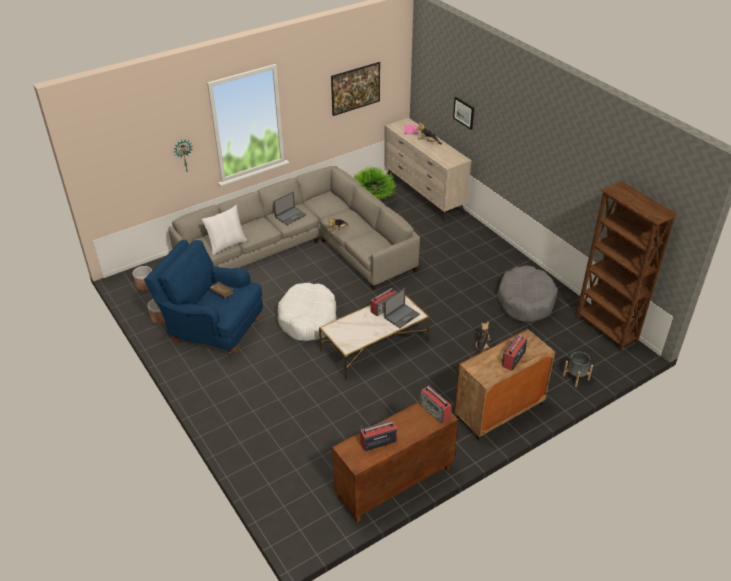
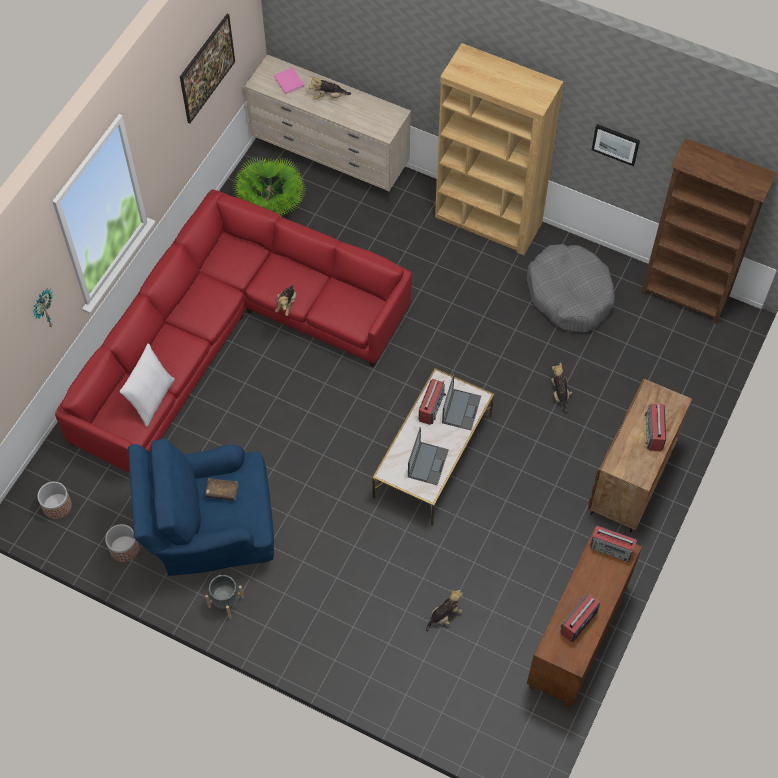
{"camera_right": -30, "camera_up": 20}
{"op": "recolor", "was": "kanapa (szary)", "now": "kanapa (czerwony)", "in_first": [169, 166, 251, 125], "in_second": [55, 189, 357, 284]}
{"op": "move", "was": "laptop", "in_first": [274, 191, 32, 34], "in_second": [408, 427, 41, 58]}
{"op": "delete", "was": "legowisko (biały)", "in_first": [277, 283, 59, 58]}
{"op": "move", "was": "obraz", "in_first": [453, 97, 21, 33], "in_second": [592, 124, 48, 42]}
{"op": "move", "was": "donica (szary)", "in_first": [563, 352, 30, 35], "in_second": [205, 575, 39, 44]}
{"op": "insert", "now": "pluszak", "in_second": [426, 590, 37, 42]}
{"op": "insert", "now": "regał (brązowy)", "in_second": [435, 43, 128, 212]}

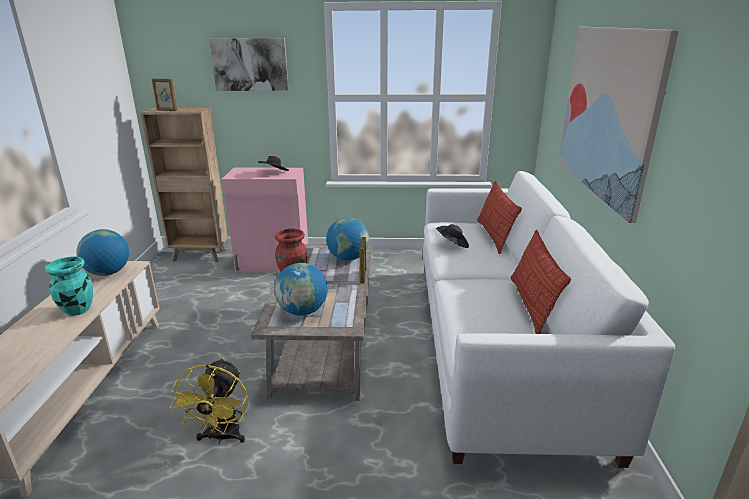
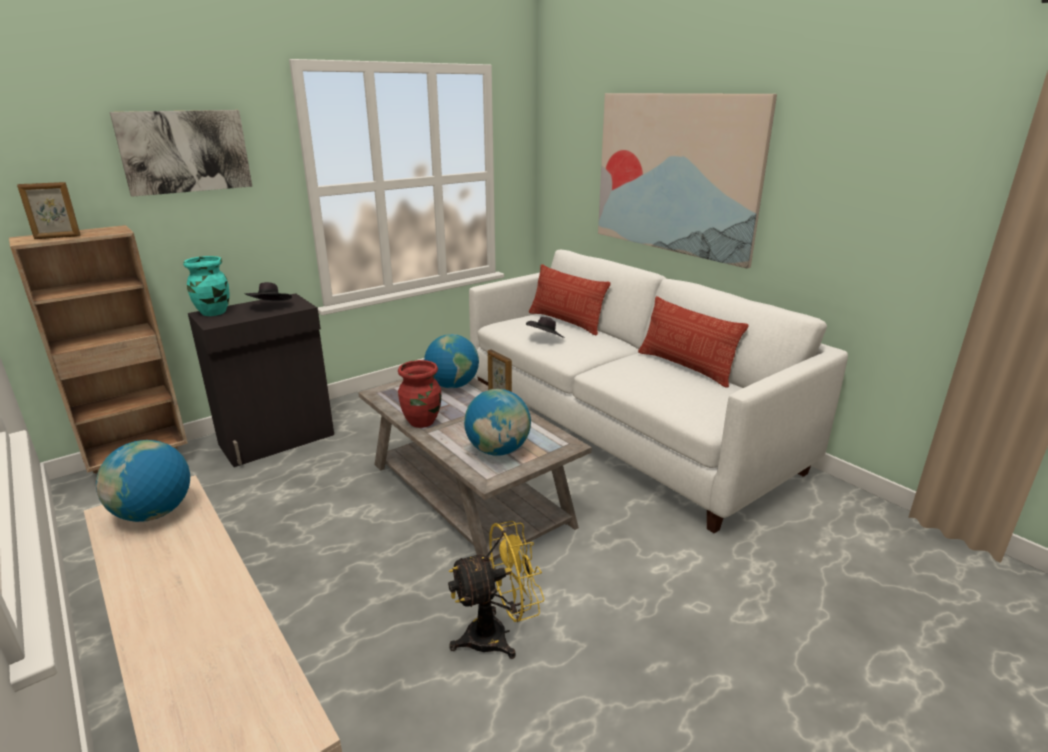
{"camera_right": -40, "camera_up": 0}
{"op": "move", "was": "wazon (turkusowy)", "in_first": [45, 256, 48, 60], "in_second": [183, 256, 46, 60]}
{"op": "rotate", "was": "wentylator (żółty)", "in_first": [170, 358, 78, 86], "in_second": [448, 521, 97, 138], "clockwise": -75}
{"op": "recolor", "was": "szafka (różowy)", "now": "szafka (czarny)", "in_first": [221, 168, 87, 104], "in_second": [188, 293, 146, 174]}

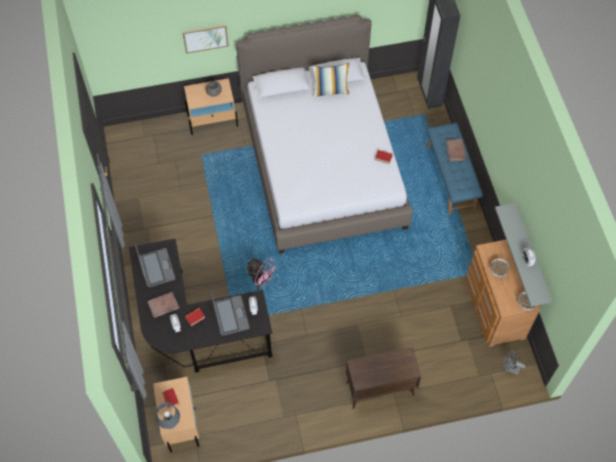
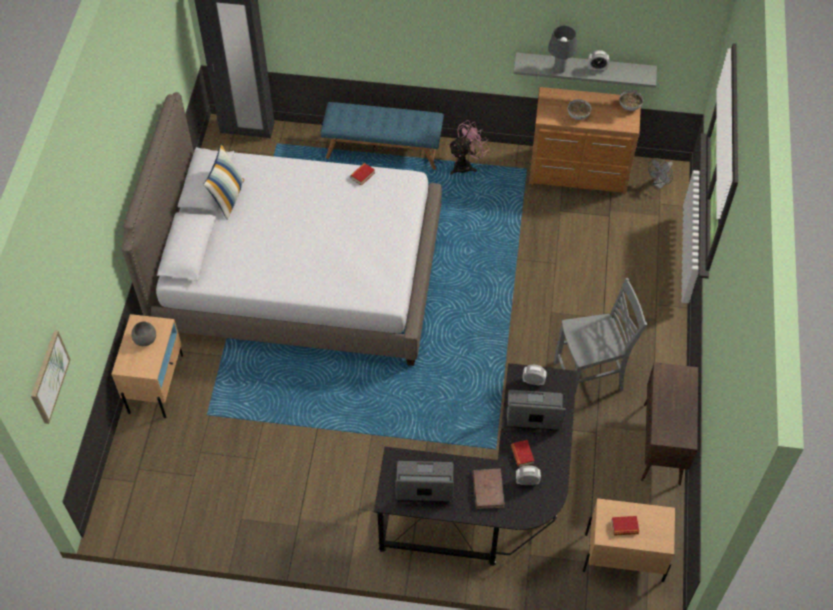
{"camera_right": -70, "camera_up": -5}
{"op": "move", "was": "lampa stołowa (szary)", "in_first": [156, 402, 24, 27], "in_second": [548, 25, 29, 48]}
{"op": "move", "was": "obraz", "in_first": [182, 24, 47, 30], "in_second": [31, 330, 40, 94]}
{"op": "move", "was": "wentylator (różowy)", "in_first": [246, 258, 32, 32], "in_second": [448, 120, 41, 55]}
{"op": "move", "was": "szafka (brązowy)", "in_first": [346, 347, 75, 62], "in_second": [641, 362, 57, 124]}
{"op": "delete", "was": "książka (brązowy)", "in_first": [446, 139, 20, 23]}
{"op": "insert", "now": "krzesło (szary)", "in_second": [554, 278, 93, 116]}

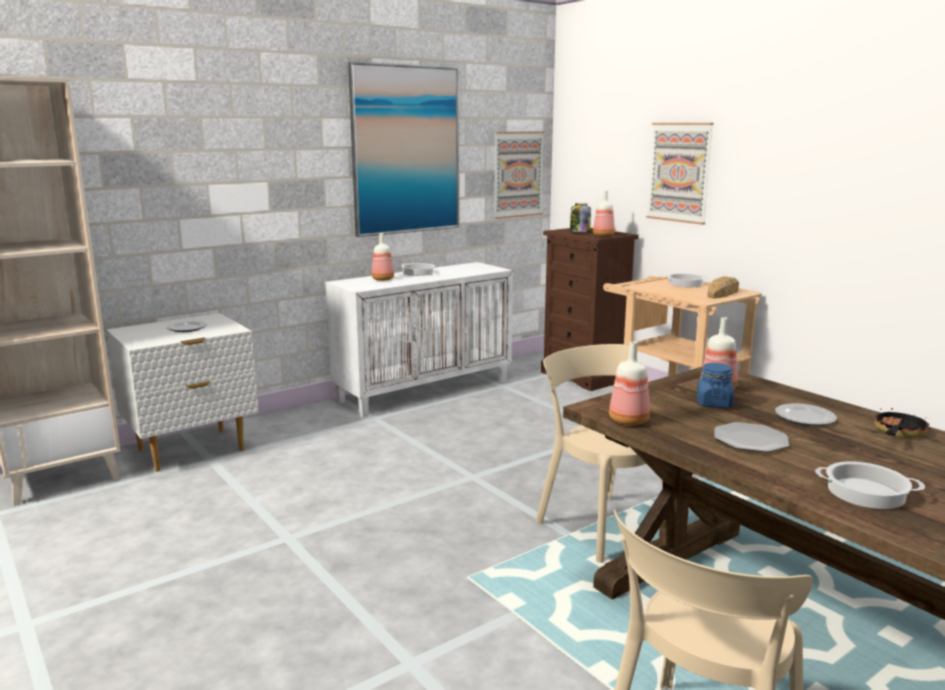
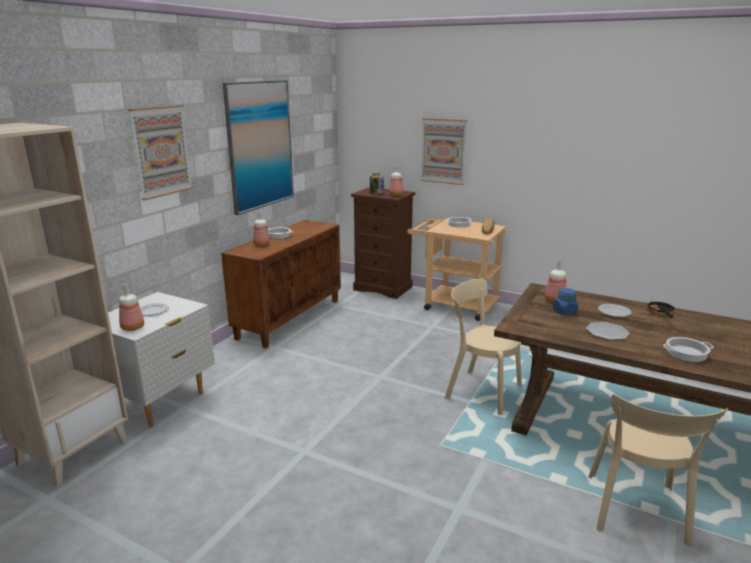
{"camera_right": -25, "camera_up": 5}
{"op": "recolor", "was": "szafka (biały)", "now": "szafka (brązowy)", "in_first": [325, 262, 188, 156], "in_second": [221, 220, 120, 128]}
{"op": "move", "was": "obraz", "in_first": [493, 131, 52, 88], "in_second": [128, 105, 65, 95]}
{"op": "move", "was": "butelka", "in_first": [609, 341, 41, 85], "in_second": [119, 284, 25, 47]}

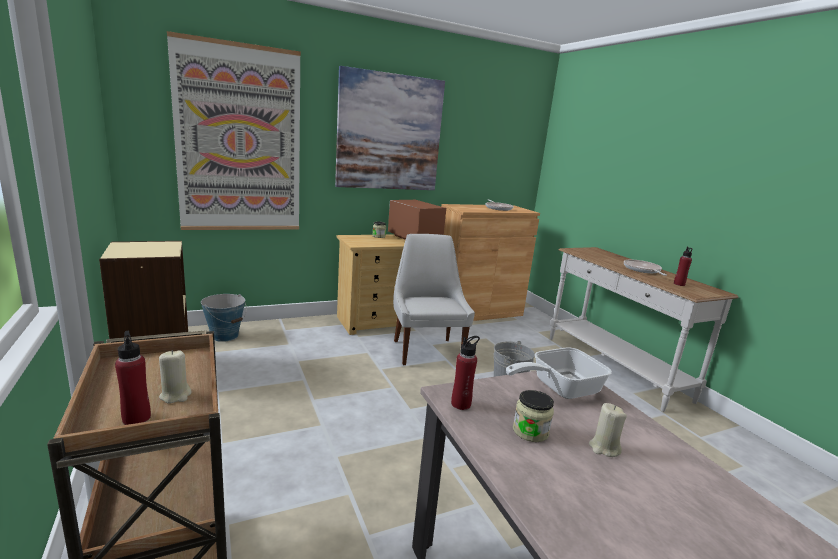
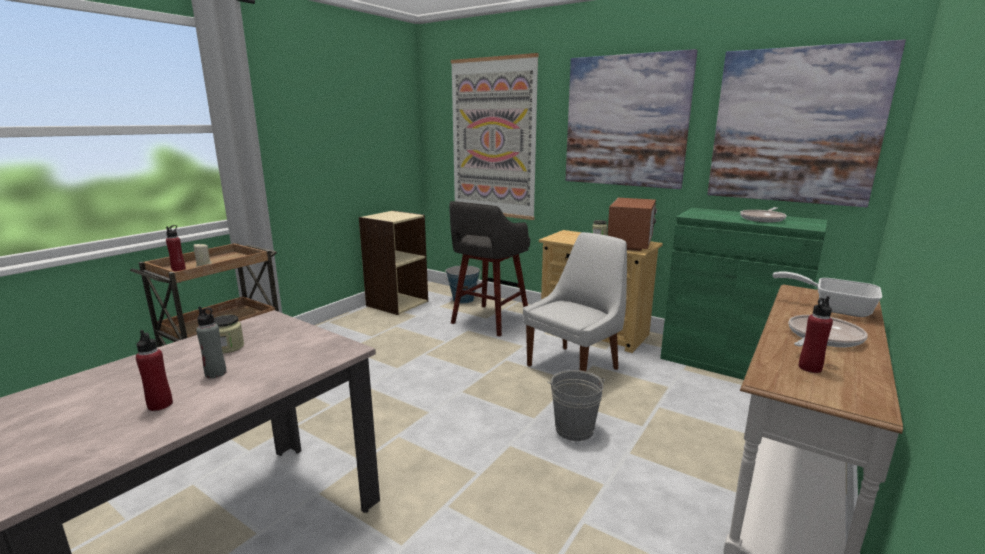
{"camera_right": 60, "camera_up": 0}
{"op": "recolor", "was": "szafka (brązowy)", "now": "szafka (zielony)", "in_first": [441, 204, 99, 117], "in_second": [660, 208, 168, 172]}
{"op": "move", "was": "butelka (czerwony)", "in_first": [451, 336, 29, 74], "in_second": [136, 330, 37, 81]}
{"op": "move", "was": "patelnia", "in_first": [506, 347, 106, 52], "in_second": [772, 271, 110, 46]}
{"op": "replace", "was": "świeca (beżowy)", "now": "butelka (szary)", "in_first": [589, 403, 38, 54], "in_second": [196, 307, 30, 71]}
{"op": "insert", "now": "stołek (szary)", "in_second": [449, 201, 81, 135]}
{"op": "insert", "now": "obraz", "in_second": [707, 40, 199, 167]}

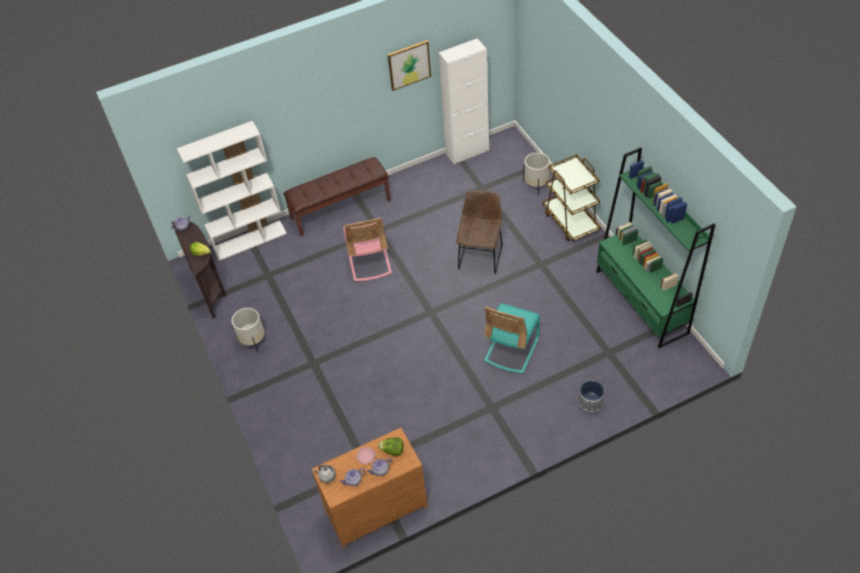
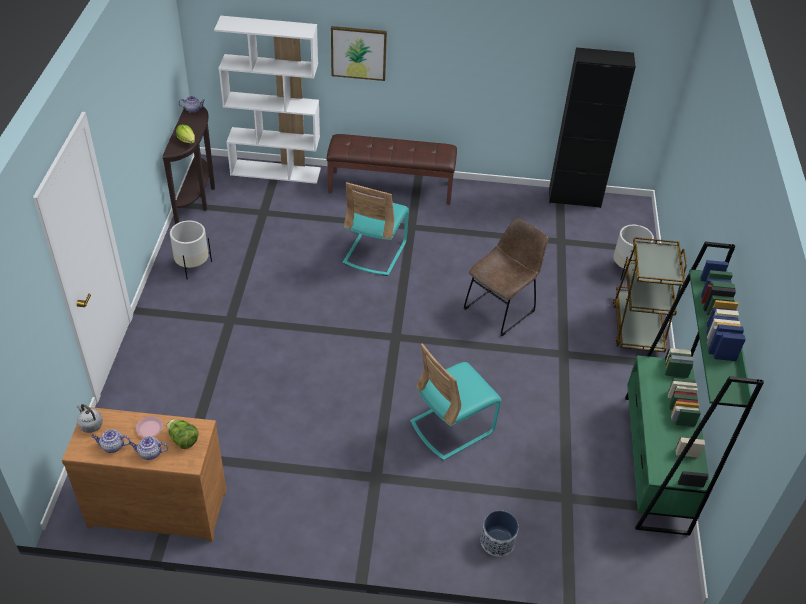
{"camera_right": 25, "camera_up": -5}
{"op": "recolor", "was": "krzesło (różowy)", "now": "krzesło (turkusowy)", "in_first": [343, 218, 49, 64], "in_second": [343, 182, 66, 94]}
{"op": "move", "was": "obraz", "in_first": [387, 40, 44, 51], "in_second": [331, 26, 56, 55]}
{"op": "recolor", "was": "szafka (biały)", "now": "szafka (czarny)", "in_first": [439, 38, 50, 127], "in_second": [549, 47, 87, 161]}

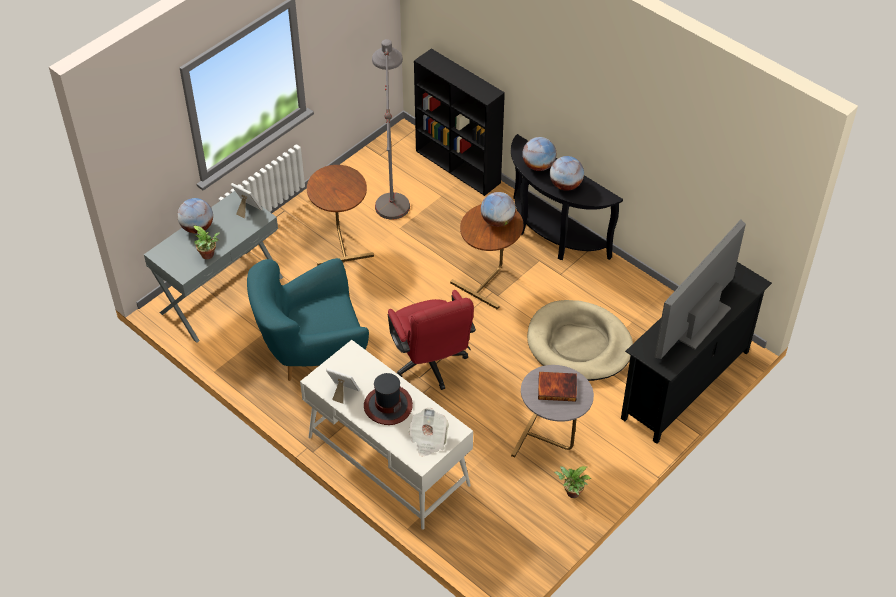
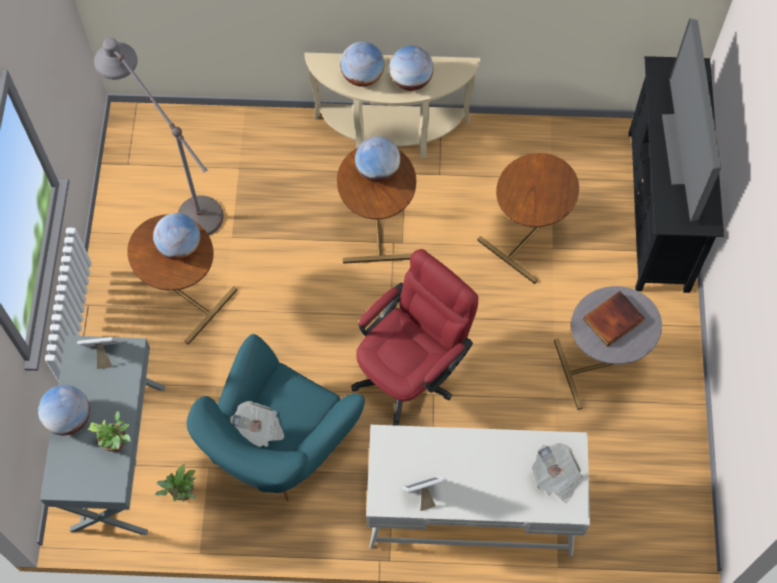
{"camera_right": -40, "camera_up": 15}
{"op": "delete", "was": "kapelusz", "in_first": [364, 373, 49, 52]}
{"op": "rotate", "was": "krzesło biurowe (czerwony)", "in_first": [388, 290, 88, 100], "in_second": [351, 249, 127, 177], "clockwise": -75}
{"op": "delete", "was": "regał (czarny)", "in_first": [414, 48, 91, 148]}
{"op": "recolor", "was": "stolik konsolowy (czarny)", "now": "stolik konsolowy (beżowy)", "in_first": [511, 134, 112, 126], "in_second": [304, 53, 176, 106]}
{"op": "replace", "was": "legowisko (beżowy)", "now": "stolik (brązowy)", "in_first": [527, 300, 106, 81], "in_second": [477, 153, 102, 131]}
{"op": "move", "was": "roślina doniczkowa", "in_first": [554, 466, 37, 32], "in_second": [155, 464, 41, 38]}
{"op": "insert", "now": "globus", "in_second": [153, 213, 48, 47]}
{"op": "insert", "now": "gazeta", "in_second": [230, 401, 55, 46]}

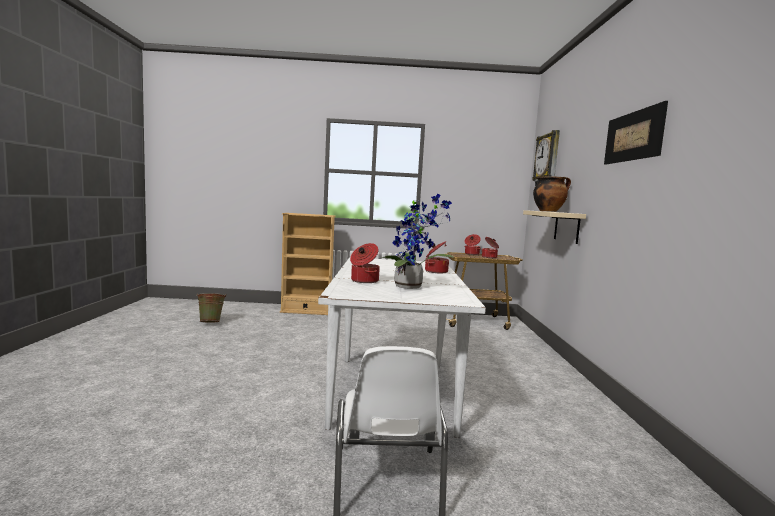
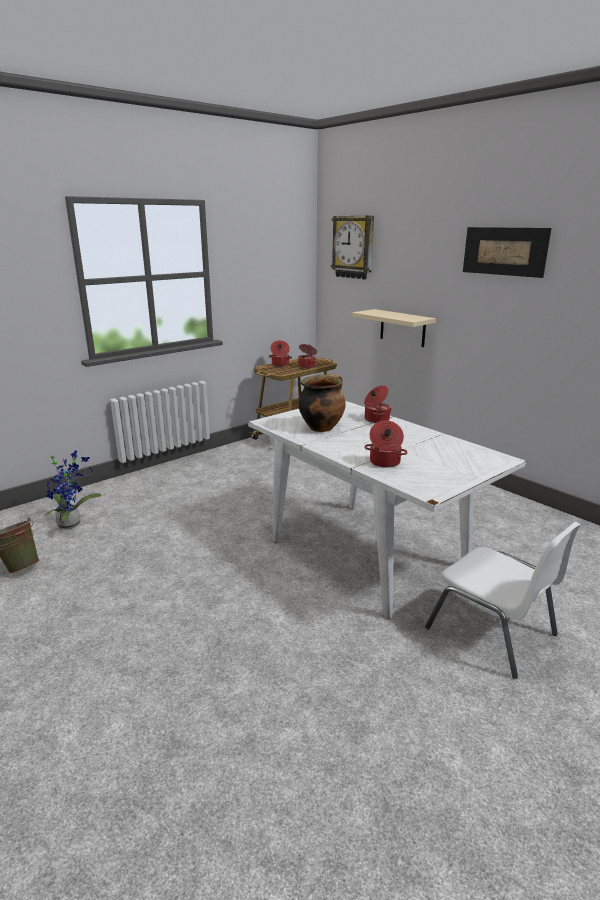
{"camera_right": -40, "camera_up": 15}
{"op": "delete", "was": "regał (beżowy)", "in_first": [280, 213, 56, 102]}
{"op": "move", "was": "roślina doniczkowa", "in_first": [382, 194, 72, 95], "in_second": [45, 451, 57, 79]}
{"op": "move", "was": "garnek", "in_first": [533, 176, 38, 36], "in_second": [298, 374, 48, 58]}

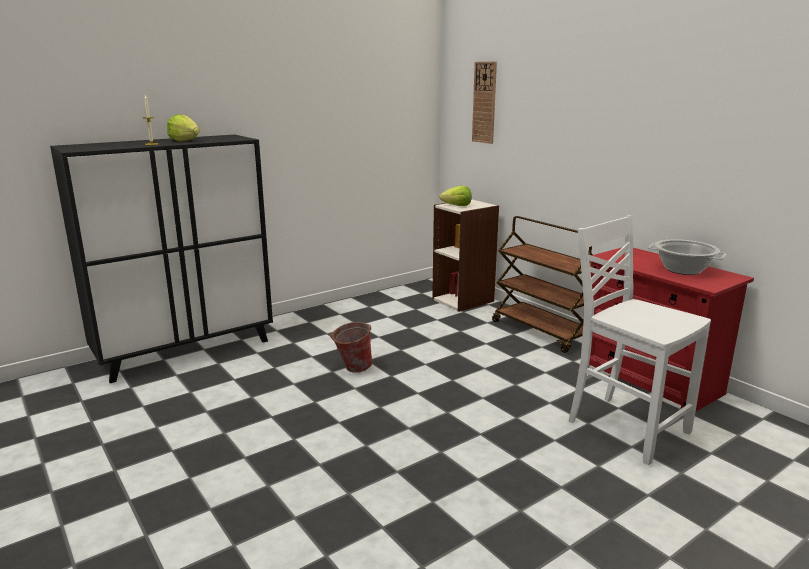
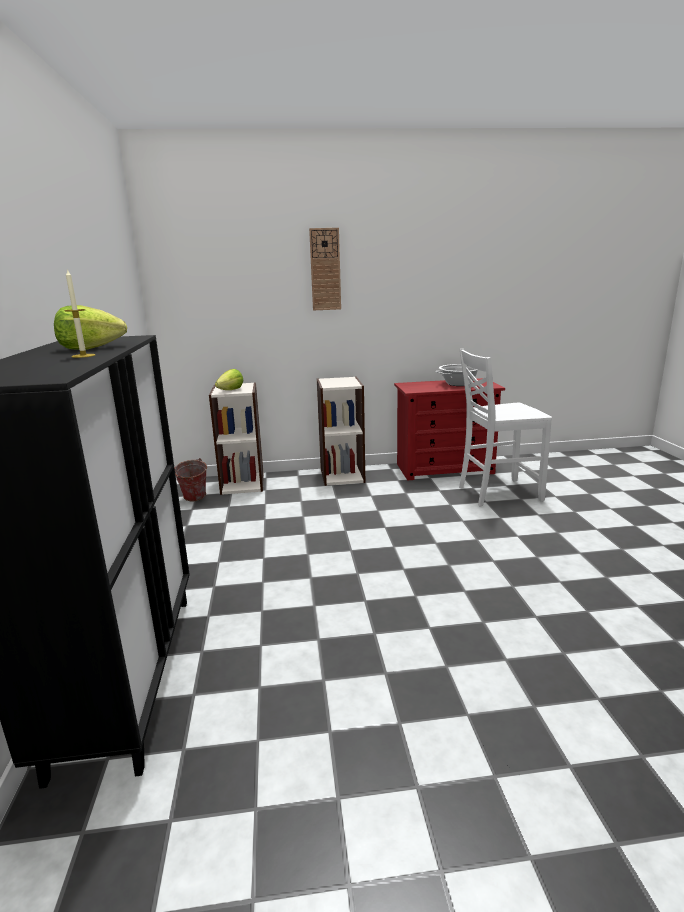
{"camera_right": -60, "camera_up": 0}
{"op": "move", "was": "wiadro", "in_first": [330, 322, 43, 51], "in_second": [175, 458, 32, 43]}
{"op": "move", "was": "zegar ścienny", "in_first": [472, 62, 25, 82], "in_second": [309, 228, 32, 83]}
{"op": "replace", "was": "wózek (brązowy)", "now": "regał", "in_first": [492, 216, 101, 137], "in_second": [317, 377, 48, 109]}

